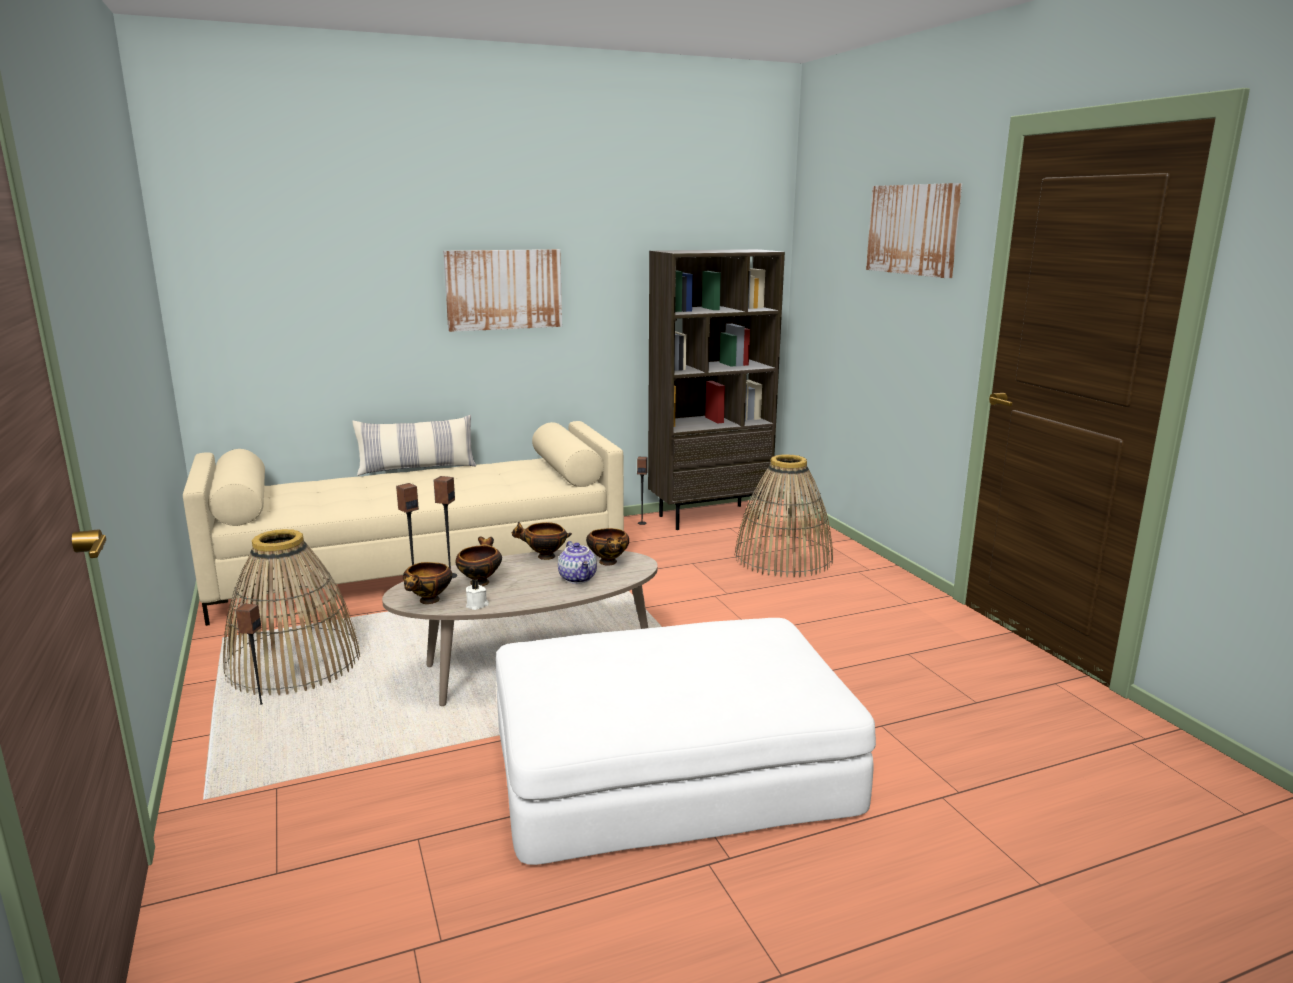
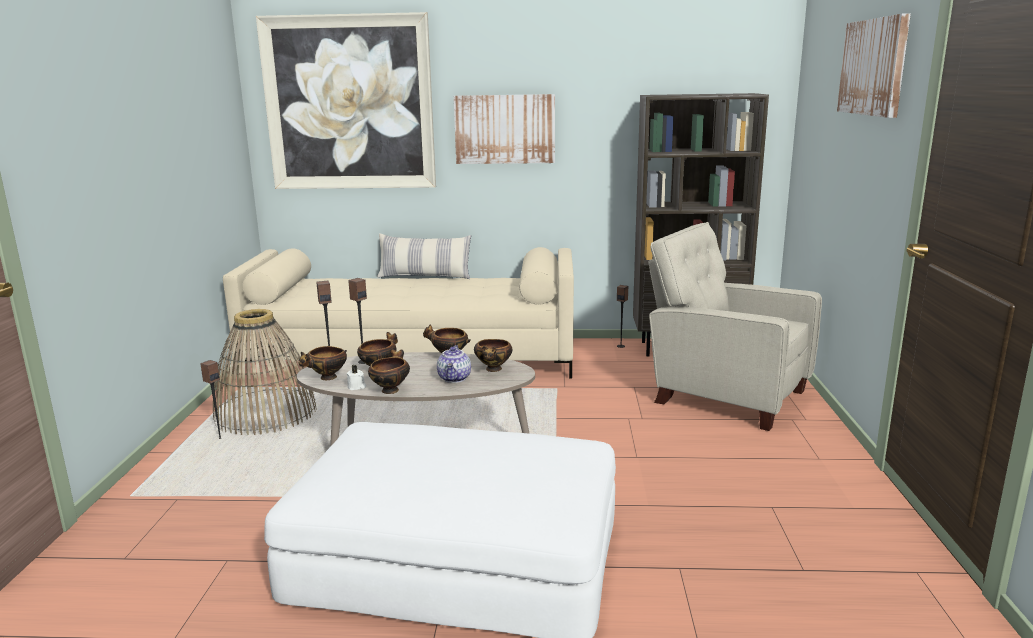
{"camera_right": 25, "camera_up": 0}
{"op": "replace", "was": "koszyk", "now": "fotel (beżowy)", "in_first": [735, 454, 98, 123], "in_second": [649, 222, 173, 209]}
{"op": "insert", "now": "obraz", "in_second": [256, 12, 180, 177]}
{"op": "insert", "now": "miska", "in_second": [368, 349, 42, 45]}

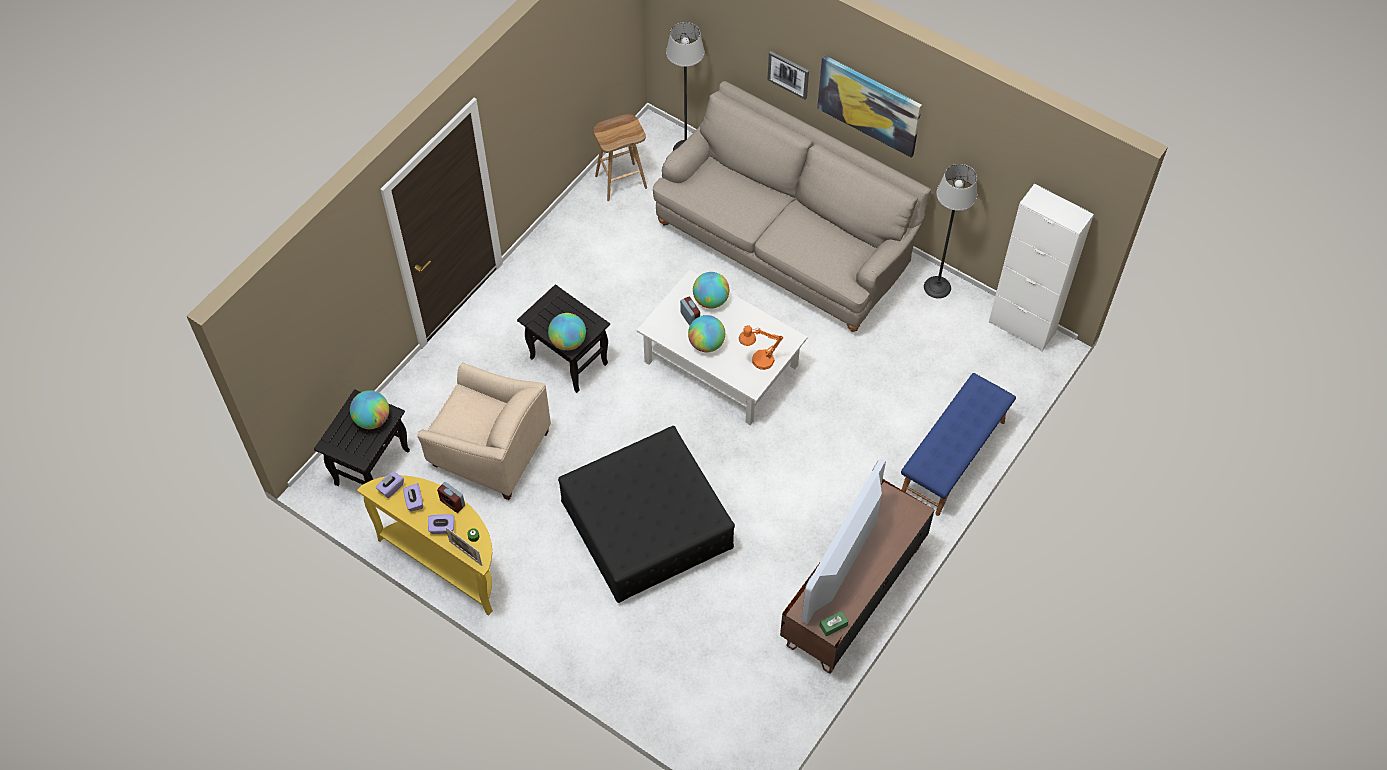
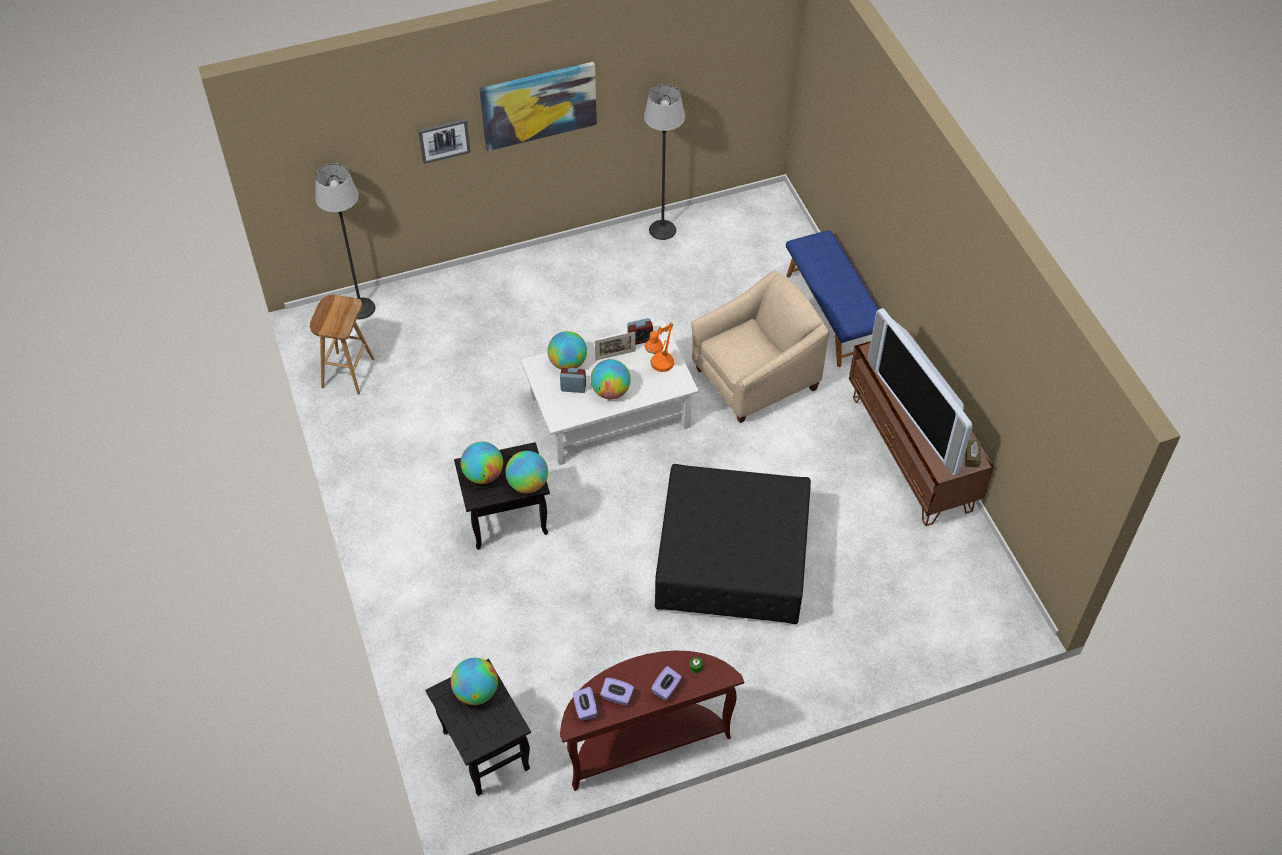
{"camera_right": -55, "camera_up": -5}
{"op": "recolor", "was": "stolik konsolowy (żółty)", "now": "stolik konsolowy (brązowy)", "in_first": [357, 475, 136, 141], "in_second": [560, 651, 184, 140]}
{"op": "move", "was": "fotel (beżowy)", "in_first": [417, 362, 134, 138], "in_second": [691, 270, 138, 153]}
{"op": "move", "was": "budzik", "in_first": [437, 482, 28, 31], "in_second": [627, 318, 26, 27]}
{"op": "move", "was": "ramka na zdjęcie", "in_first": [446, 527, 36, 39], "in_second": [595, 332, 41, 28]}
{"op": "delete", "was": "kanapa (beżowy)", "in_first": [653, 81, 278, 251]}
{"op": "recolor", "was": "pudełko chusteczek (zielony)", "now": "pudełko chusteczek (brązowy)", "in_first": [820, 611, 28, 25], "in_second": [965, 440, 16, 28]}
{"op": "delete", "was": "szafka (biały)", "in_first": [989, 184, 105, 167]}
{"op": "insert", "now": "globus", "in_second": [461, 442, 42, 42]}

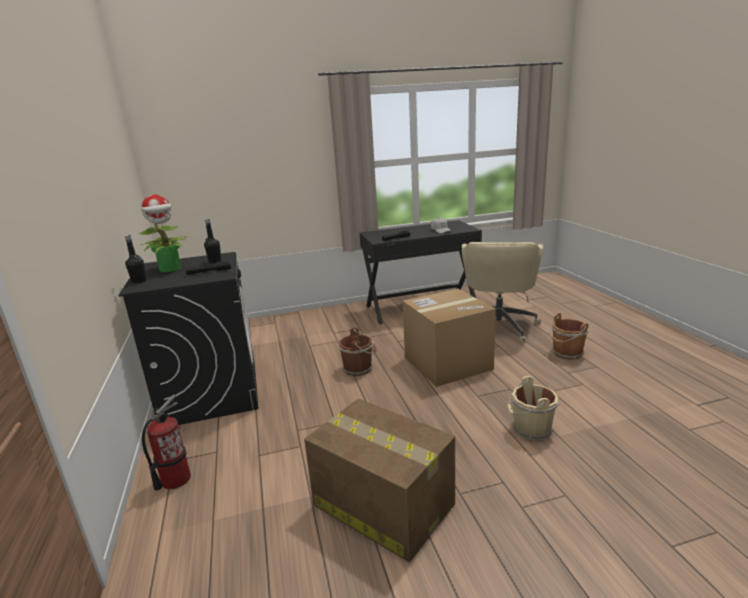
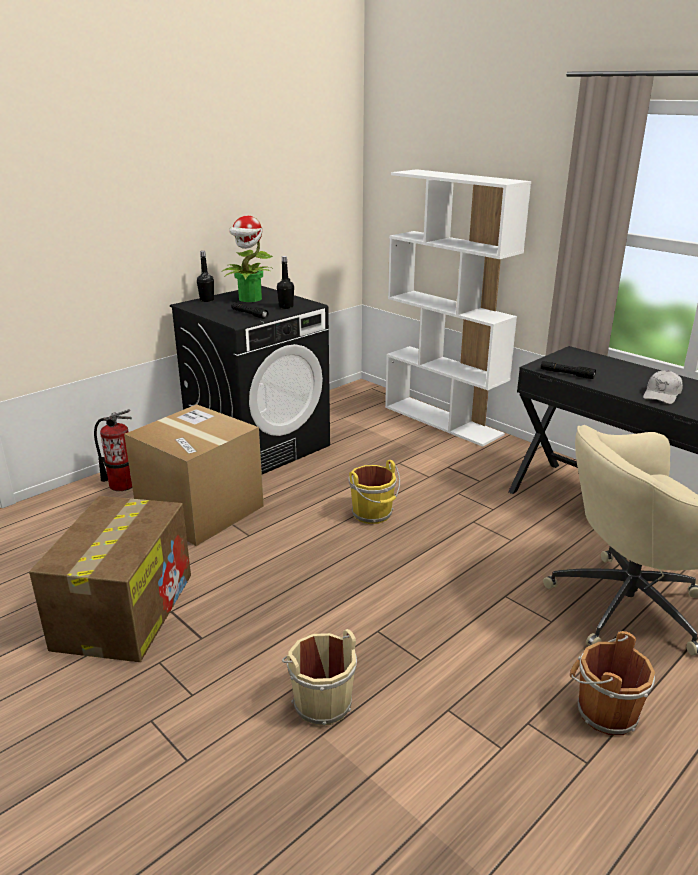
{"camera_right": 60, "camera_up": 5}
{"op": "recolor", "was": "wiadro (brązowy)", "now": "wiadro (żółty)", "in_first": [339, 328, 37, 48], "in_second": [348, 460, 52, 64]}
{"op": "move", "was": "karton", "in_first": [403, 289, 93, 98], "in_second": [124, 404, 140, 142]}
{"op": "insert", "now": "regał (biały)", "in_second": [385, 169, 146, 278]}

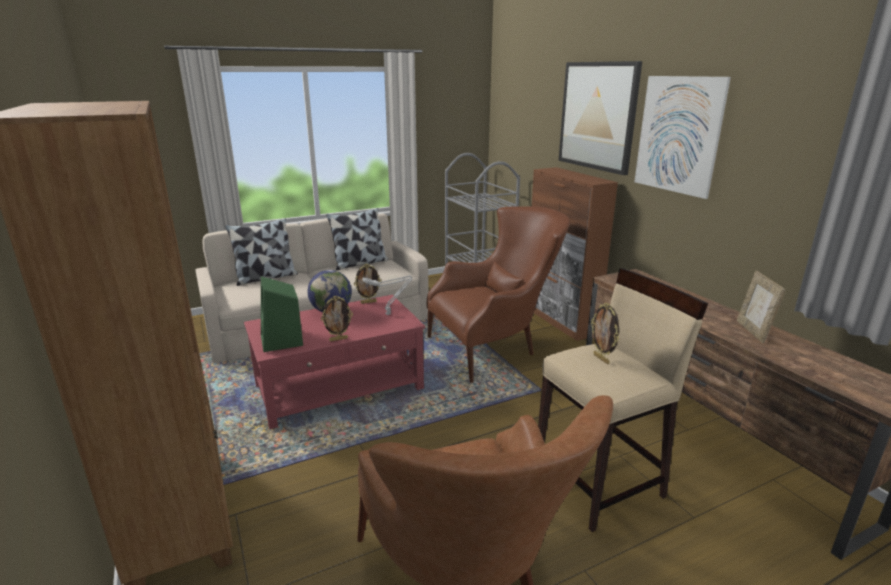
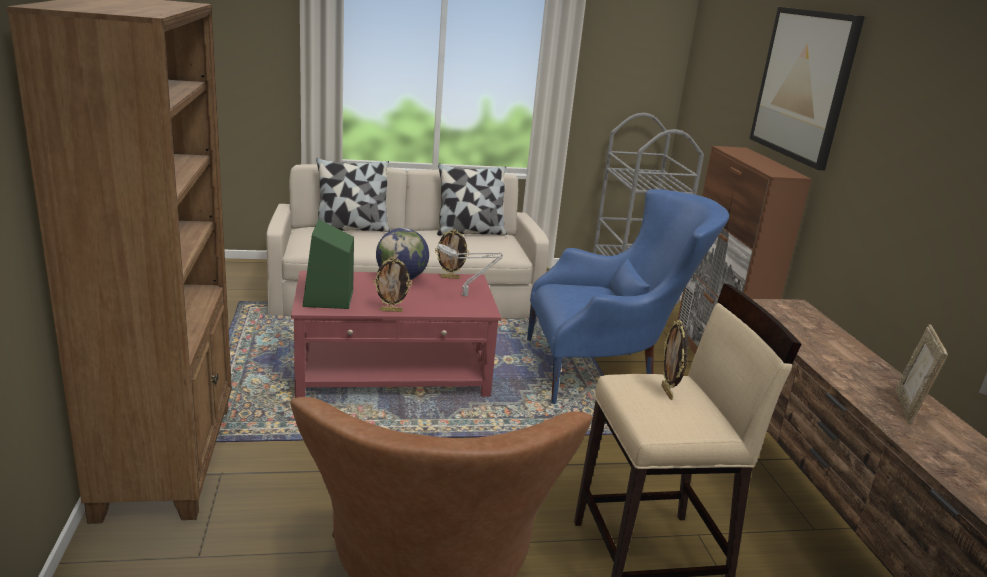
{"camera_right": 15, "camera_up": 0}
{"op": "recolor", "was": "fotel (brązowy)", "now": "fotel (niebieski)", "in_first": [427, 206, 143, 177], "in_second": [527, 189, 202, 215]}
{"op": "delete", "was": "obraz", "in_first": [634, 76, 97, 123]}

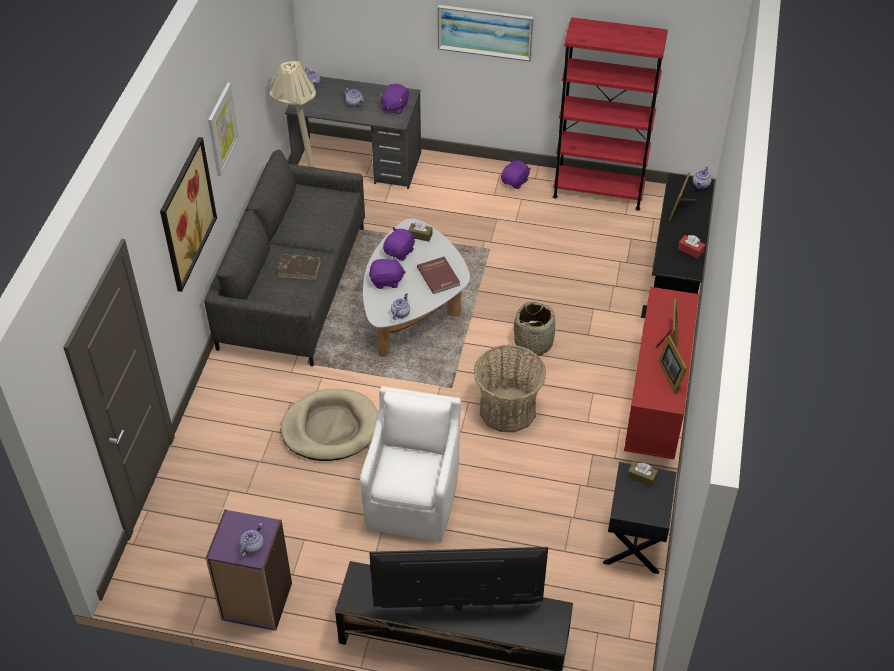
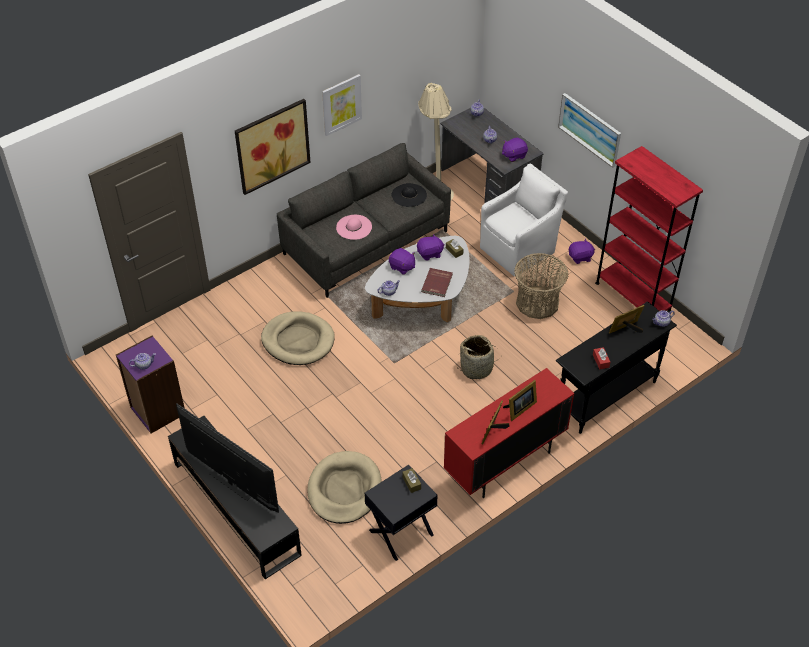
{"camera_right": 40, "camera_up": 0}
{"op": "replace", "was": "książka (brązowy)", "now": "kapelusz (różowy)", "in_first": [277, 254, 44, 26], "in_second": [336, 215, 36, 25]}
{"op": "move", "was": "fotel (biały)", "in_first": [360, 386, 101, 156], "in_second": [480, 163, 88, 114]}
{"op": "move", "was": "koszyk", "in_first": [474, 345, 72, 87], "in_second": [514, 253, 54, 66]}
{"op": "insert", "now": "legowisko (beżowy)", "in_second": [307, 451, 75, 73]}
{"op": "insert", "now": "kapelusz (czarny)", "in_second": [392, 183, 35, 24]}

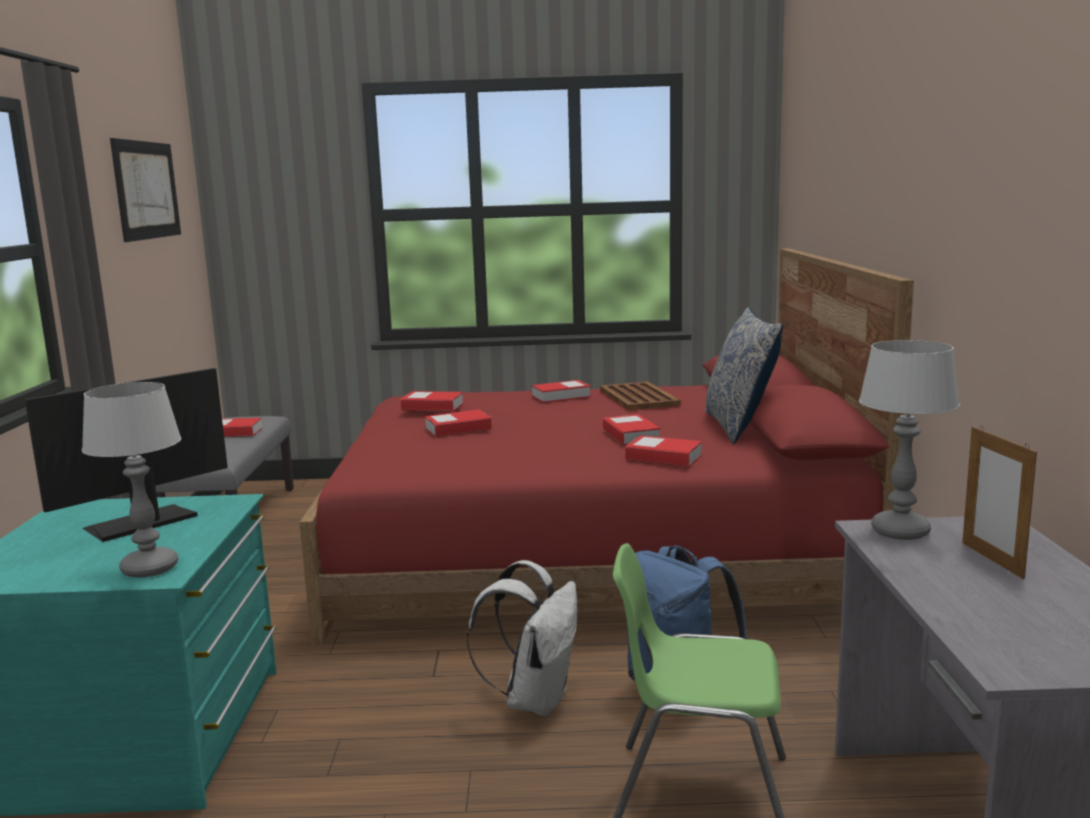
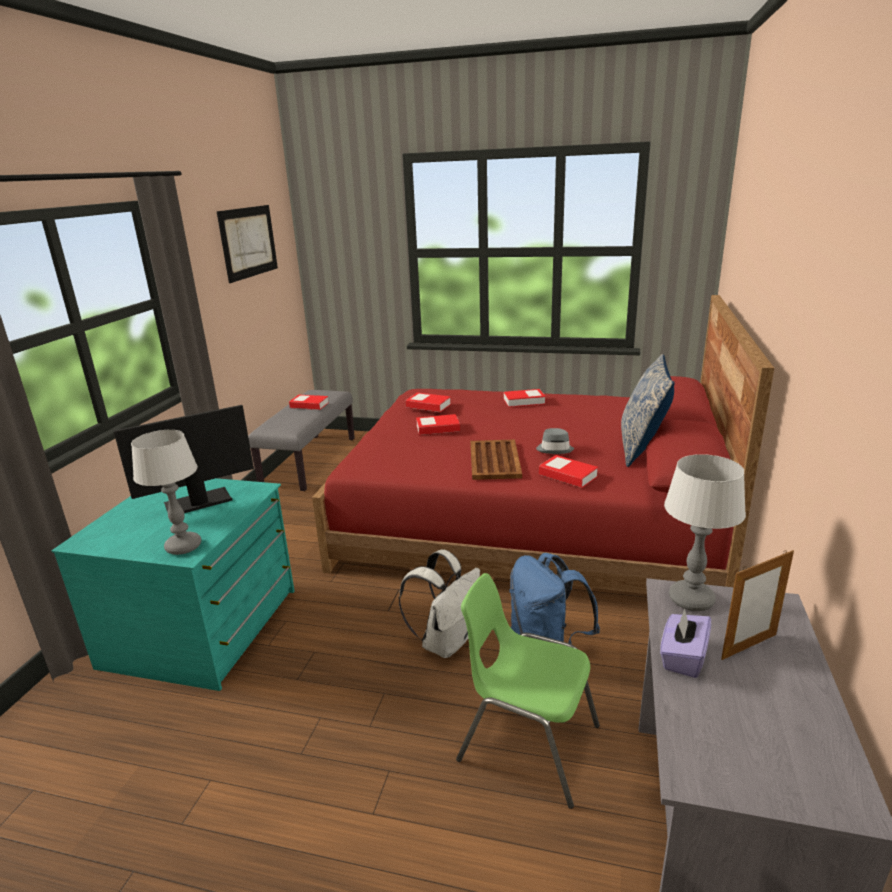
{"camera_right": 15, "camera_up": 10}
{"op": "move", "was": "taca (brązowy)", "in_first": [600, 382, 81, 28], "in_second": [470, 439, 52, 41]}
{"op": "replace", "was": "książka", "now": "kapelusz (szary)", "in_first": [603, 414, 57, 31], "in_second": [536, 428, 38, 26]}
{"op": "rotate", "was": "ramka na zdjęcie", "in_first": [962, 426, 75, 153], "in_second": [721, 550, 73, 110], "clockwise": -120}
{"op": "insert", "now": "pudełko chusteczek (fioletowy)", "in_second": [660, 608, 51, 70]}

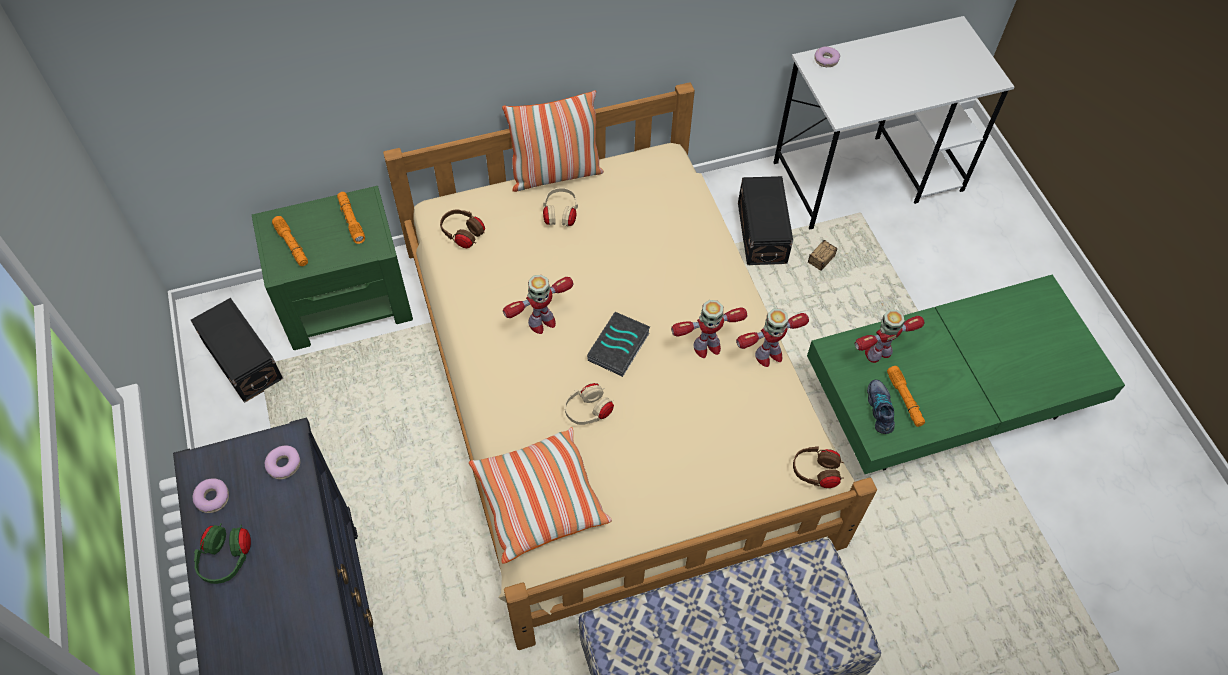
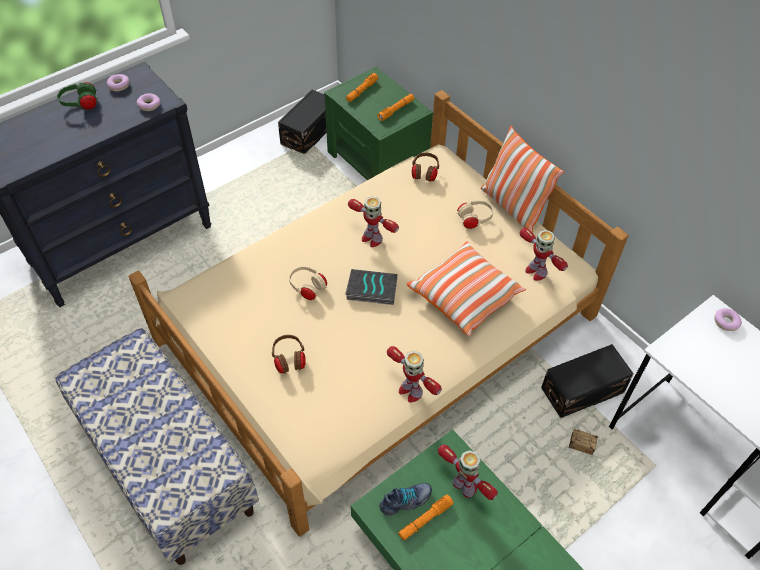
{"camera_right": 70, "camera_up": -5}
{"op": "move", "was": "poduszka", "in_first": [469, 427, 143, 137], "in_second": [407, 241, 119, 95]}
{"op": "move", "was": "robot zabawkowy", "in_first": [671, 300, 76, 58], "in_second": [519, 228, 49, 53]}
{"op": "move", "was": "słuchawki (brązowy)", "in_first": [793, 446, 51, 42], "in_second": [272, 335, 34, 39]}

